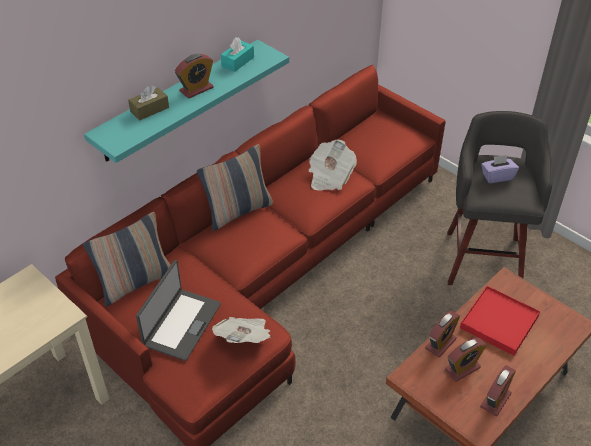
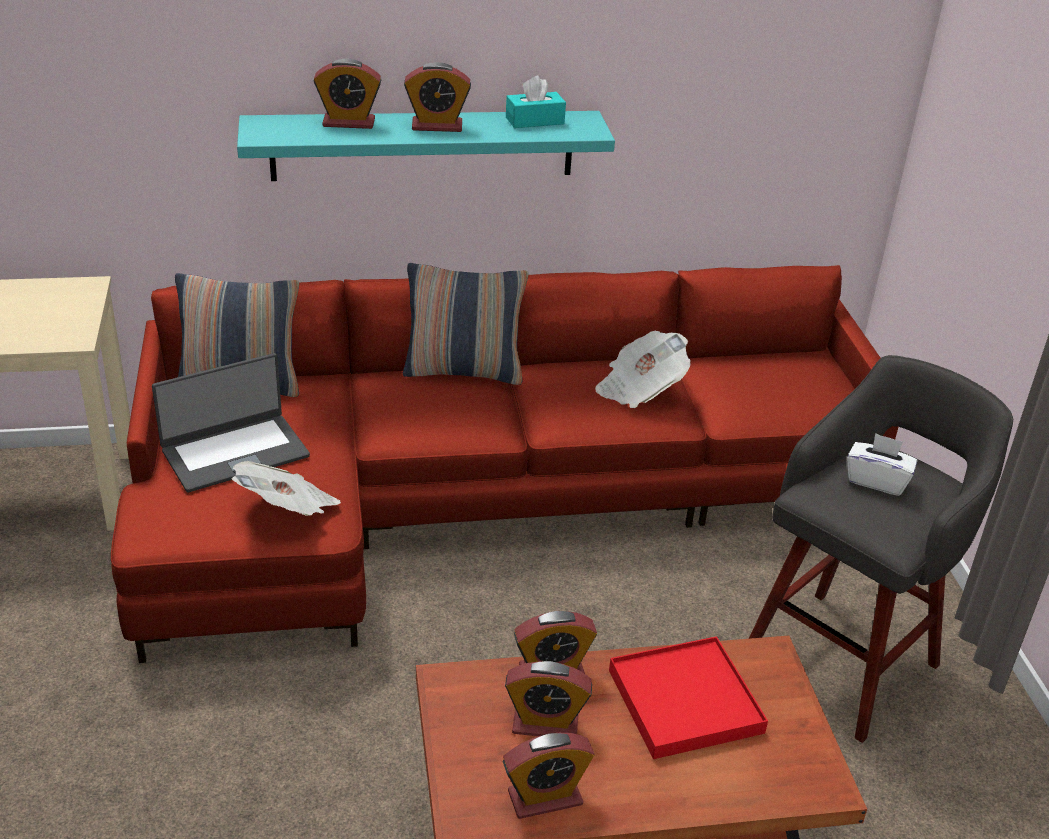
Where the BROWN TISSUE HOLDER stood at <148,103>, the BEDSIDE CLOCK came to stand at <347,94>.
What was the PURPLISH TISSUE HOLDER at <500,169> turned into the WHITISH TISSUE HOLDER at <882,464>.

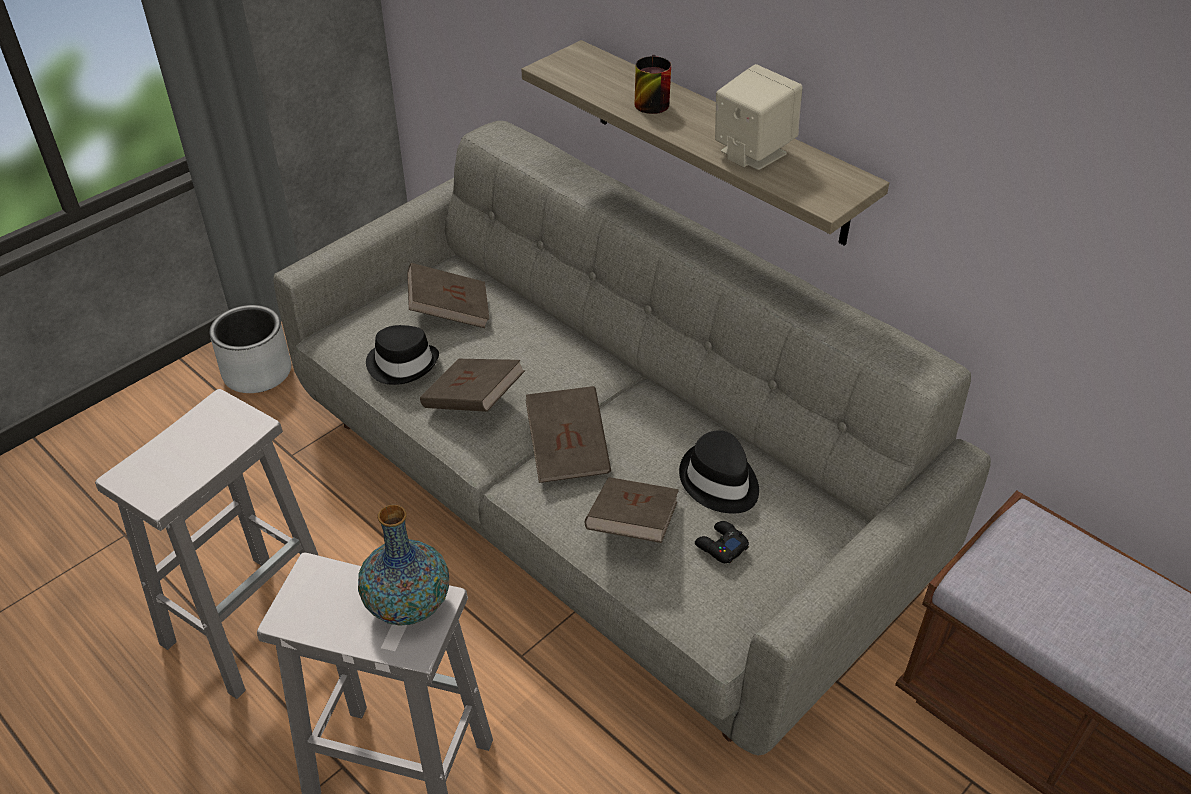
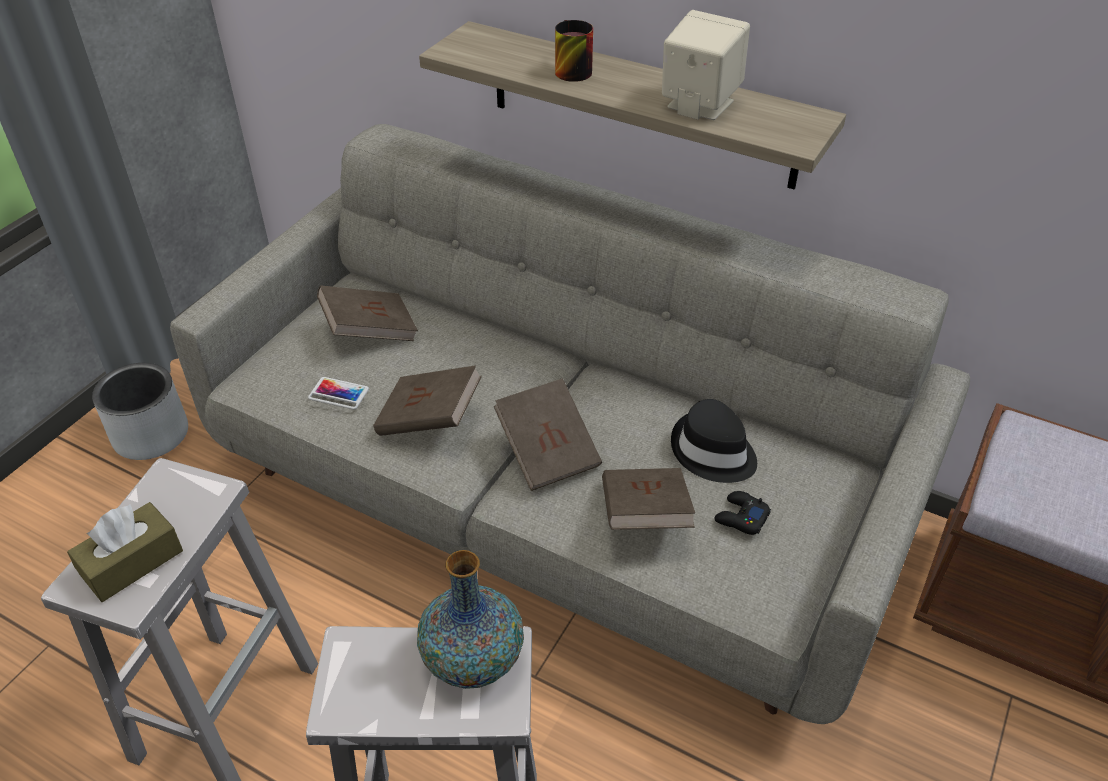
Where the BLACK-COLOURED CLOTHING HAT stood at <402,355>, the TELEPHONE came to stand at <338,393>.
The second view gained the BROWN TISSUE HOLDER at <125,552>.

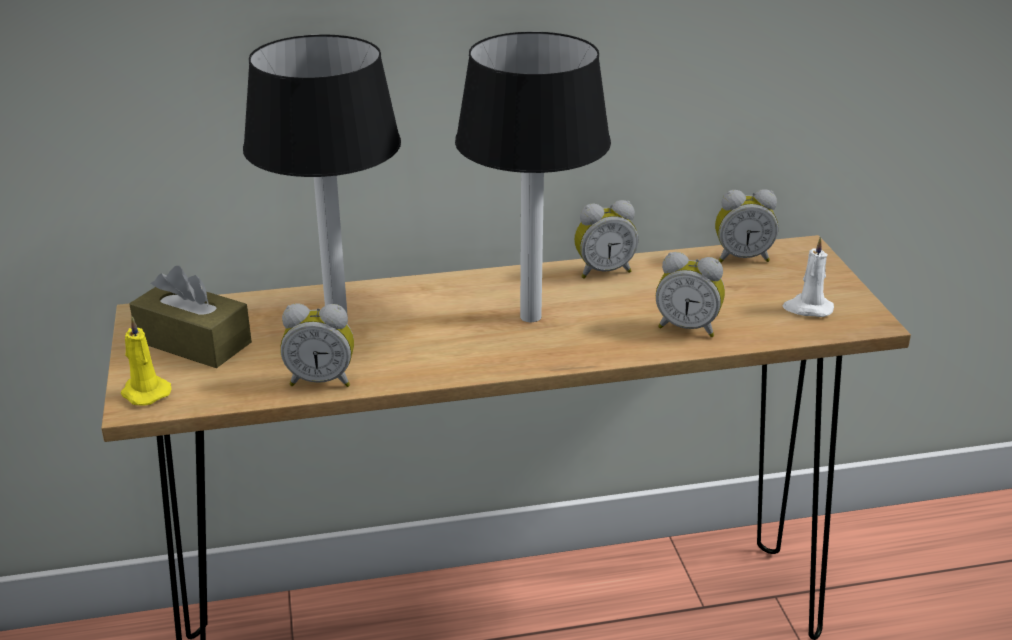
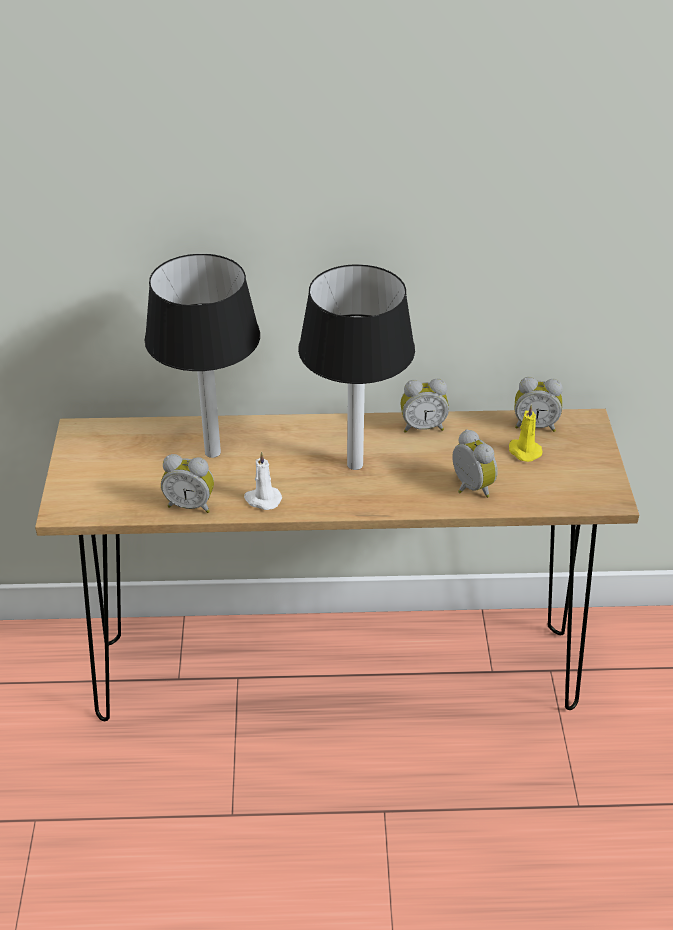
The YELLOW CANDLE ended up elsewhere, having gone from <146,361> to <526,433>.
The second view lost the BROWN TISSUE HOLDER at <190,317>.
The BEDSIDE CLOCK at <690,294> ended up facing another way, 150 degrees counterclockwise from before.
The WHITISH CANDLE ended up elsewhere, having gone from <808,277> to <263,481>.

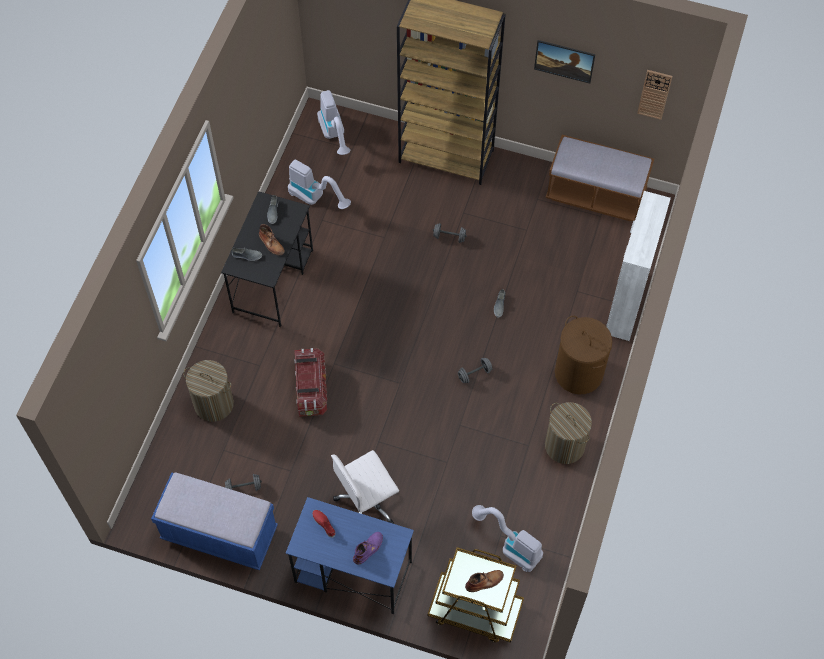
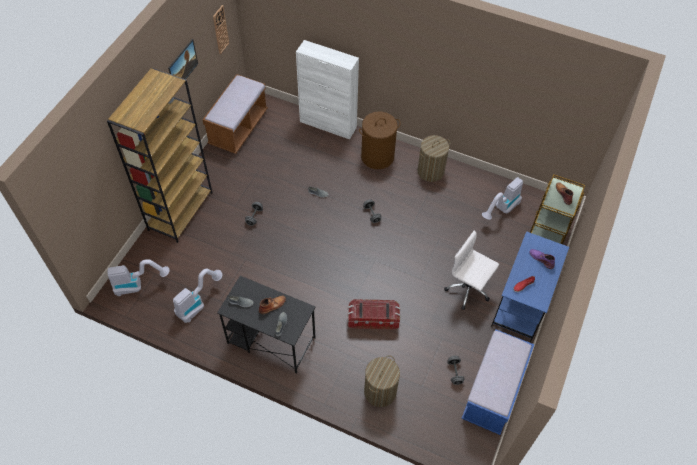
The WHITISH OFFICE CHAIR at <365,486> ended up facing another way, 150 degrees clockwise from before.

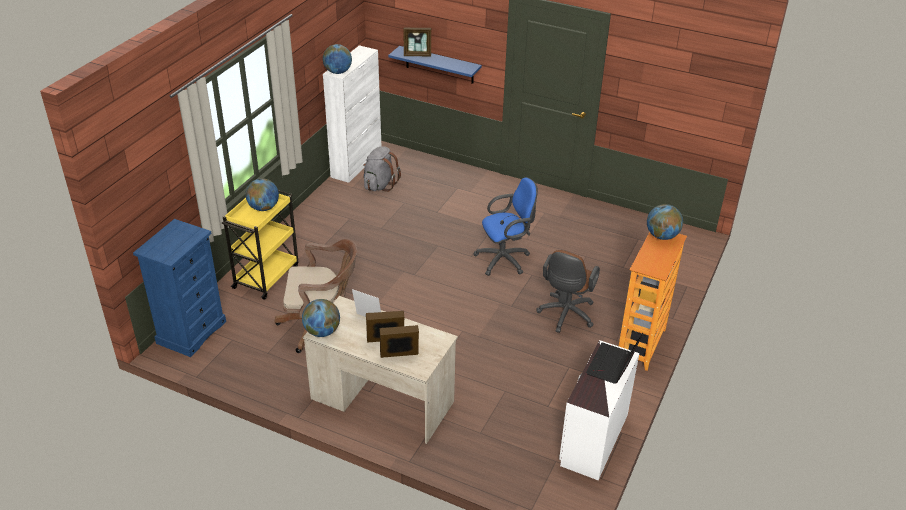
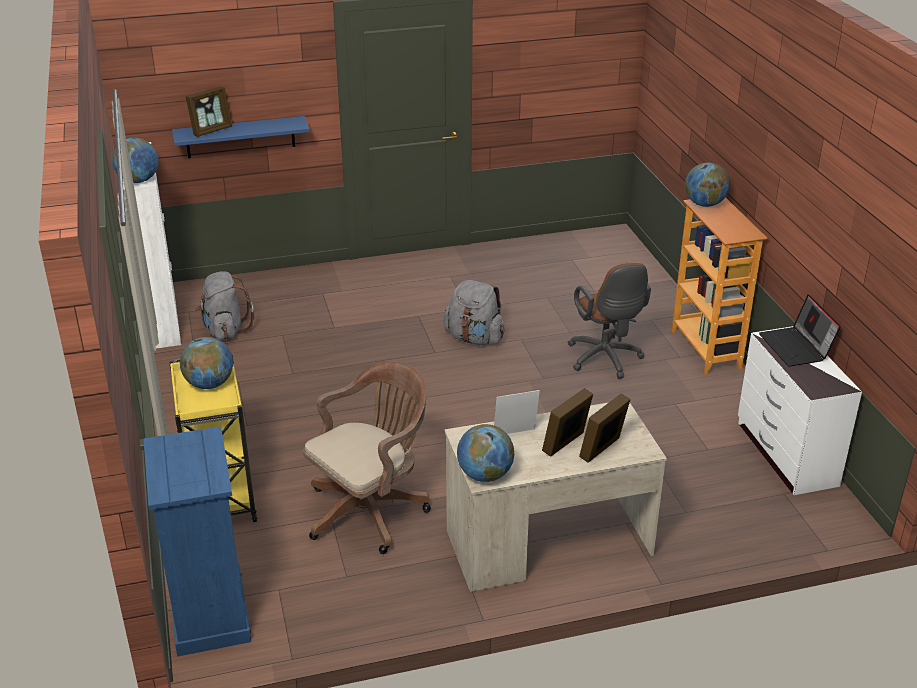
Where the BLUE OFFICE CHAIR stood at <506,226>, the GREYISH KNAPSACK came to stand at <474,312>.

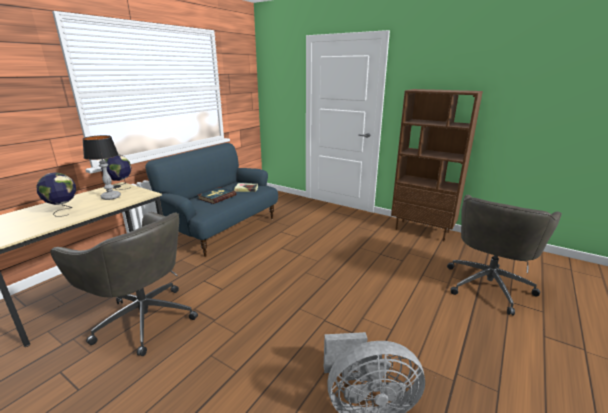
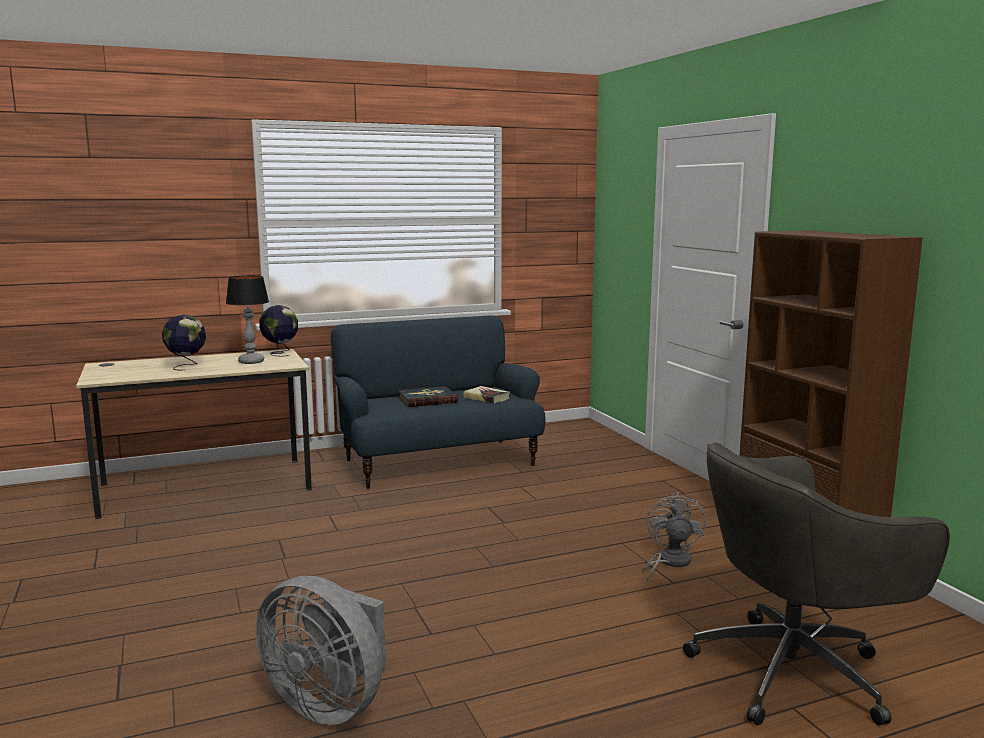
The second view lost the GREYISH OFFICE CHAIR at <124,284>.
The second view gained the GREYISH FAN at <674,536>.

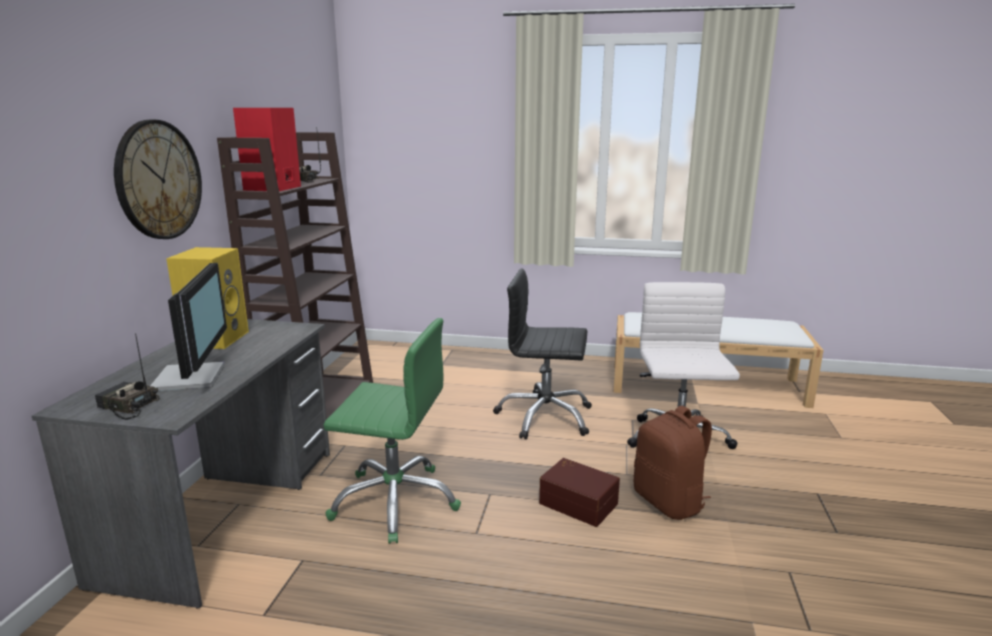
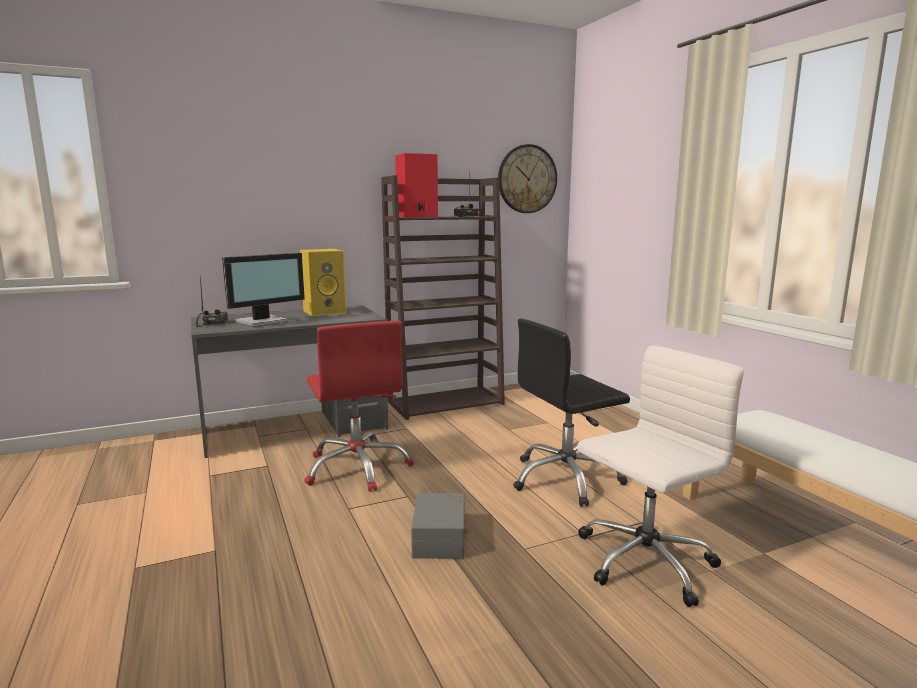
The CLOCK ON THE WALL ended up elsewhere, having gone from <158,179> to <527,178>.
What was the GREEN OFFICE CHAIR at <392,431> turned into the RED OFFICE CHAIR at <359,406>.
The BLACK-COLOURED OFFICE CHAIR at <542,354> ended up facing another way, 90 degrees counterclockwise from before.
What was the BROWN STORAGE BIN at <579,492> turned into the GREYISH STORAGE BIN at <440,526>.
The second view lost the BROWN KNAPSACK at <673,463>.

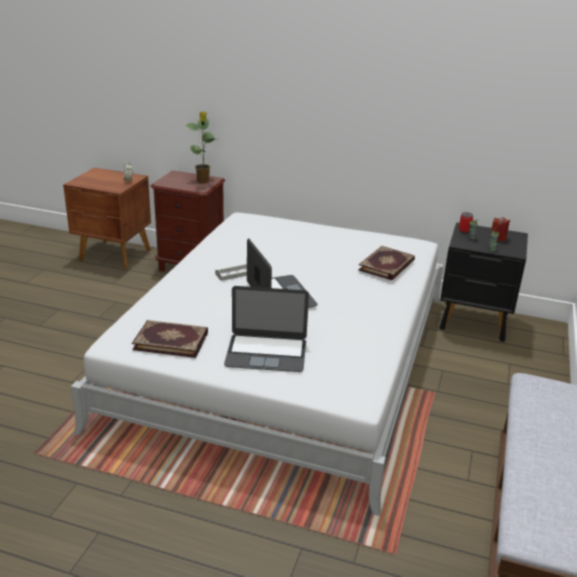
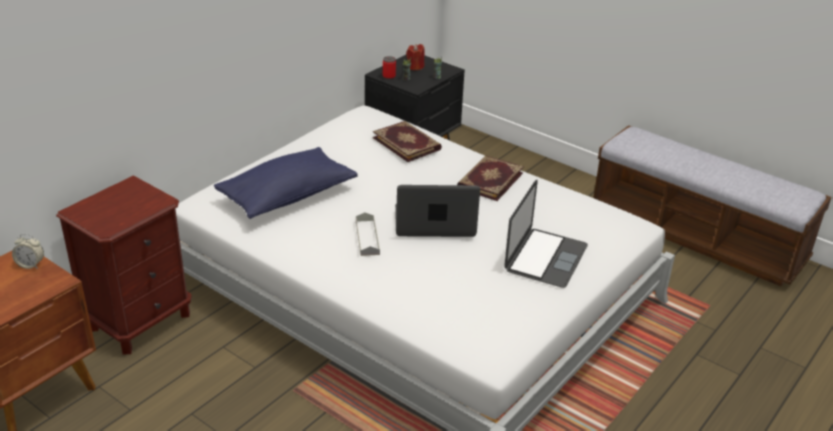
The VOLUME ended up elsewhere, having gone from <170,339> to <490,178>.
The second view lost the POTTED PLANT at <201,147>.
The second view gained the BLUE THROW PILLOW at <286,183>.

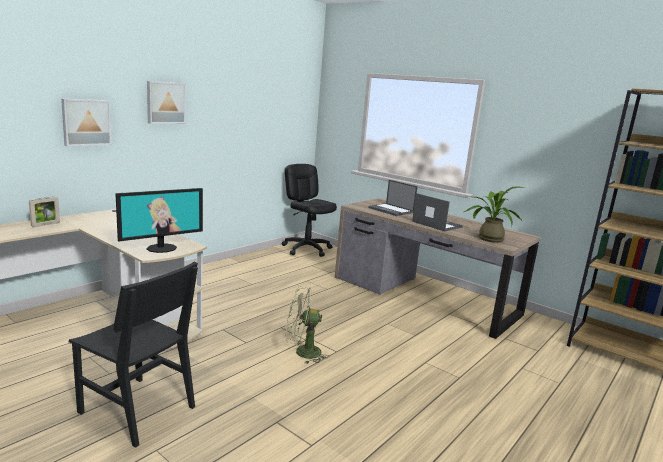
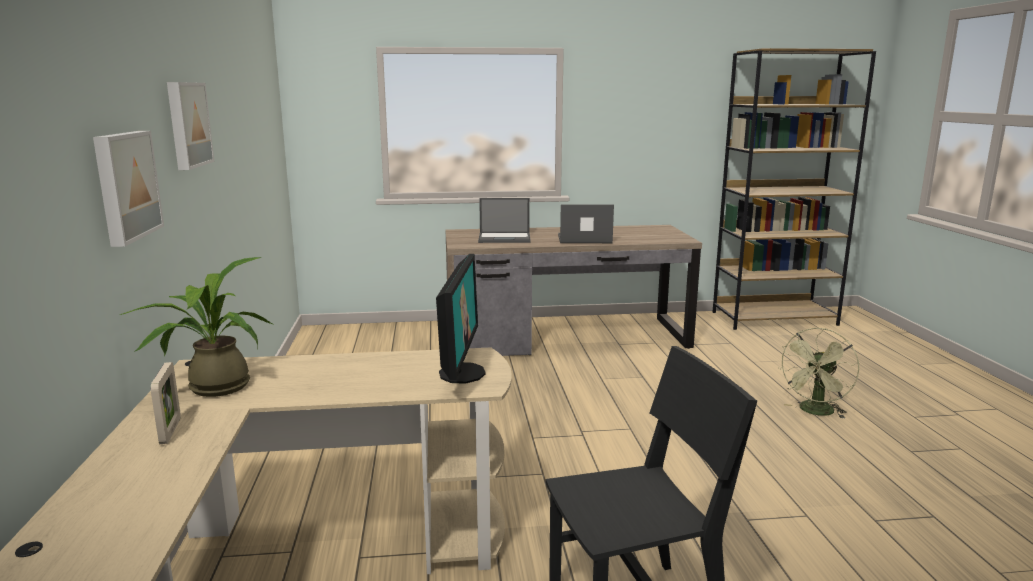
The second view lost the BLACK-COLOURED OFFICE CHAIR at <309,210>.
The GREEN FAN ended up elsewhere, having gone from <307,325> to <819,373>.
The POTTED PLANT ended up elsewhere, having gone from <494,214> to <197,327>.

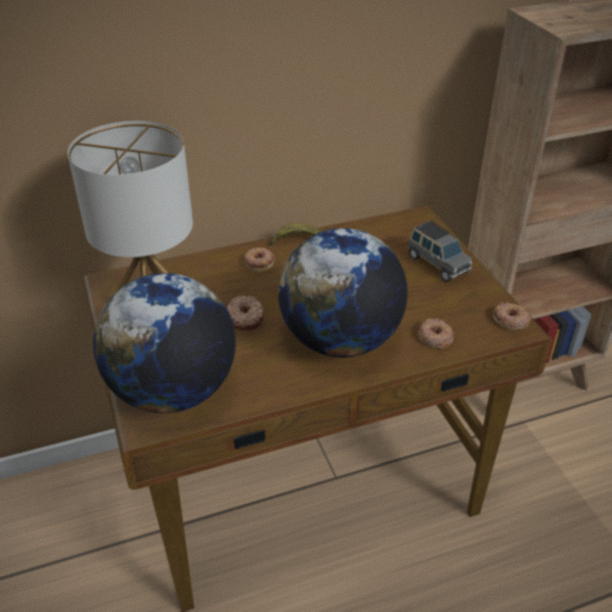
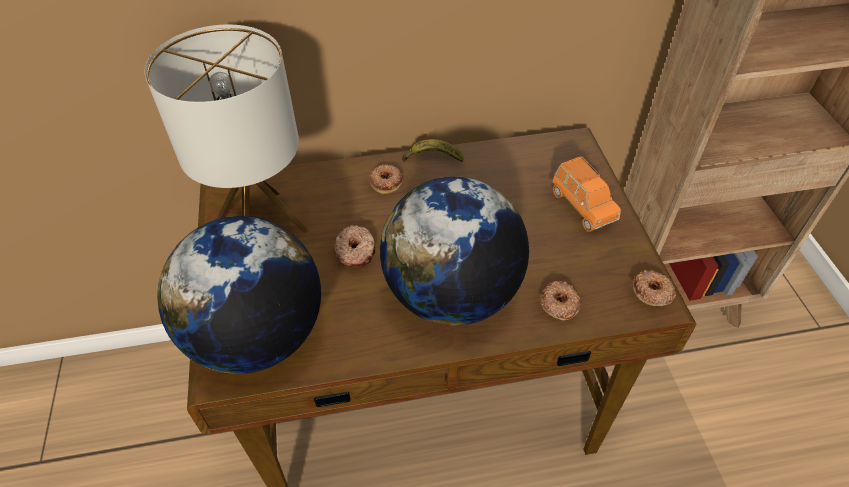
What was the GREYISH MINIATURE CAR at <440,251> turned into the ORANGEY MINIATURE CAR at <586,194>.

